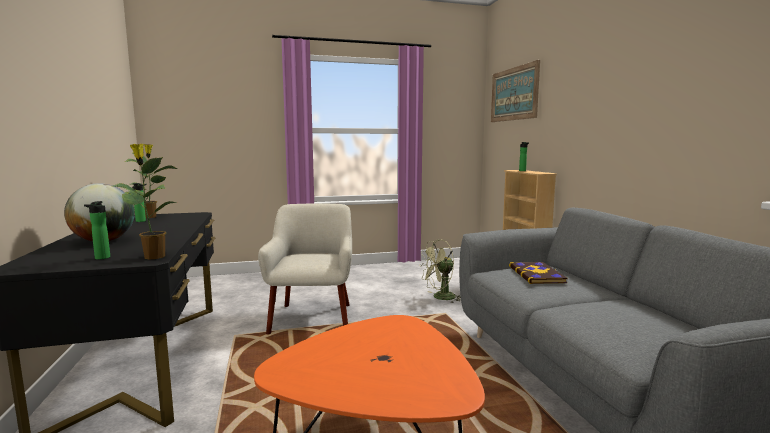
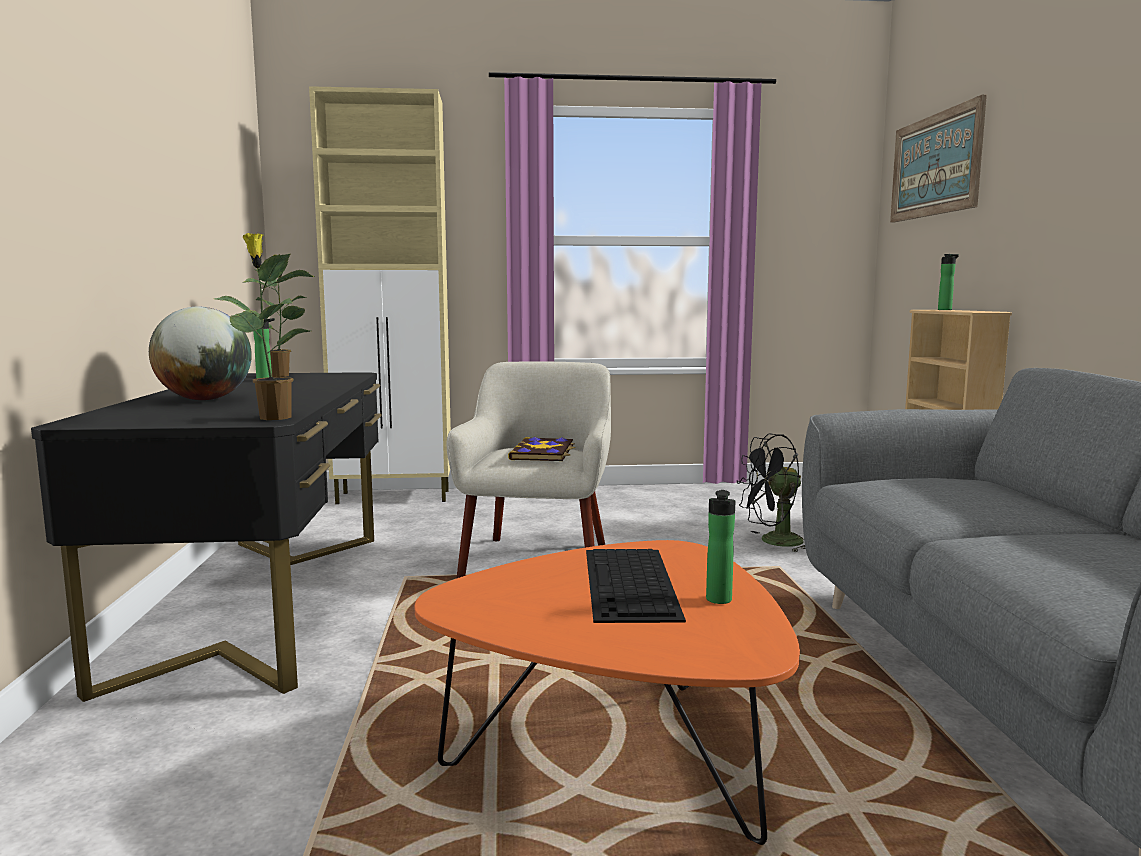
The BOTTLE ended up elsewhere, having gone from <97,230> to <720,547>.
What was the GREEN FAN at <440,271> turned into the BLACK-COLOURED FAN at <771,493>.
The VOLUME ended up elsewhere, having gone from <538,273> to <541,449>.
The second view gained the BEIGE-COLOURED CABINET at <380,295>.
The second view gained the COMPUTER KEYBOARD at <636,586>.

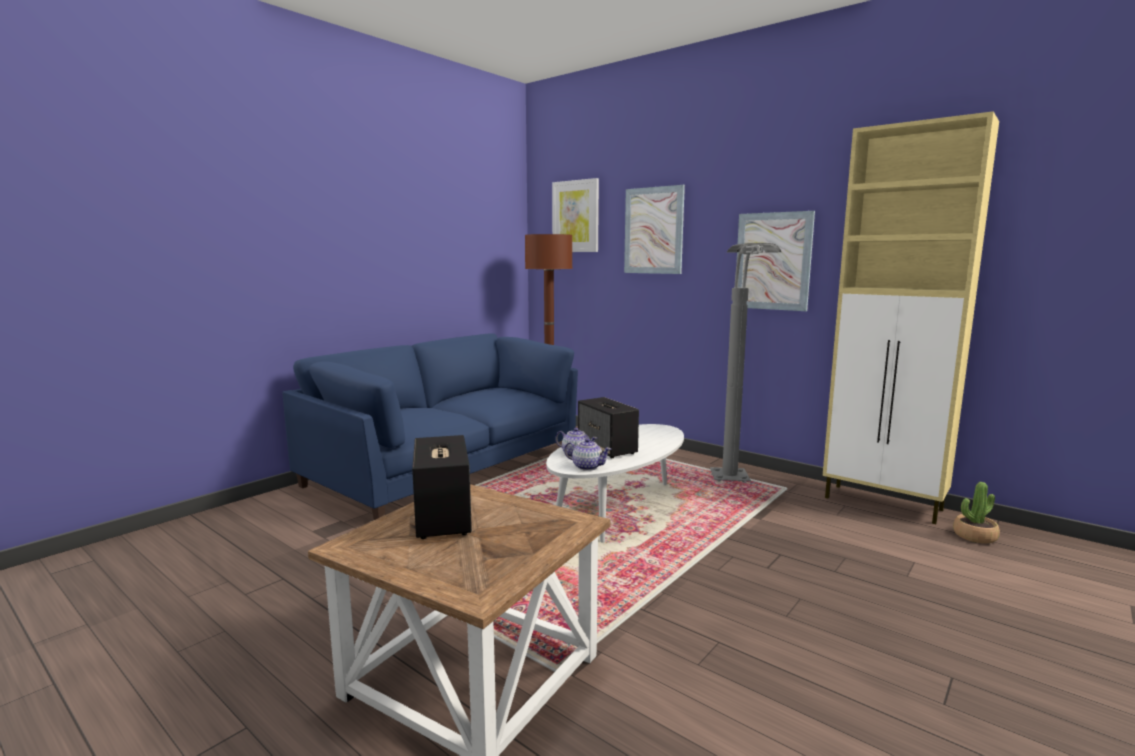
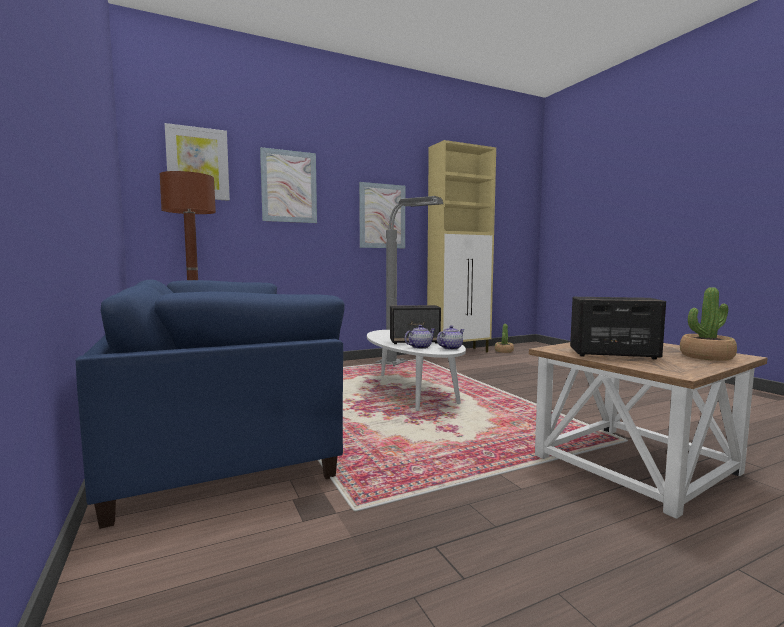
The second view gained the POTTED PLANT at <708,324>.

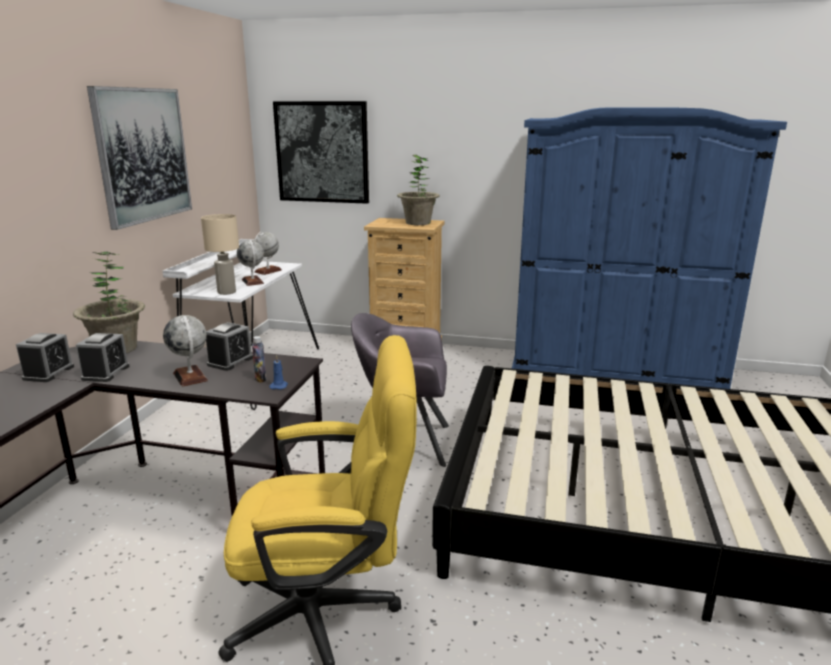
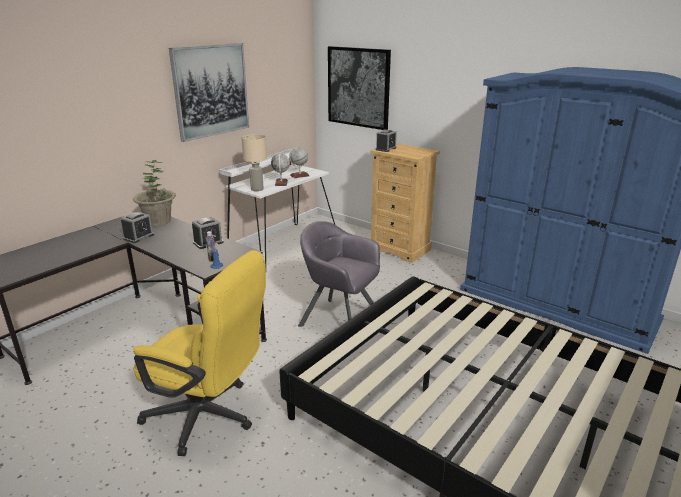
The BEDSIDE CLOCK ended up elsewhere, having gone from <45,357> to <386,140>.
The second view lost the WORLD GLOBE at <185,351>.
The second view lost the POTTED PLANT at <418,190>.

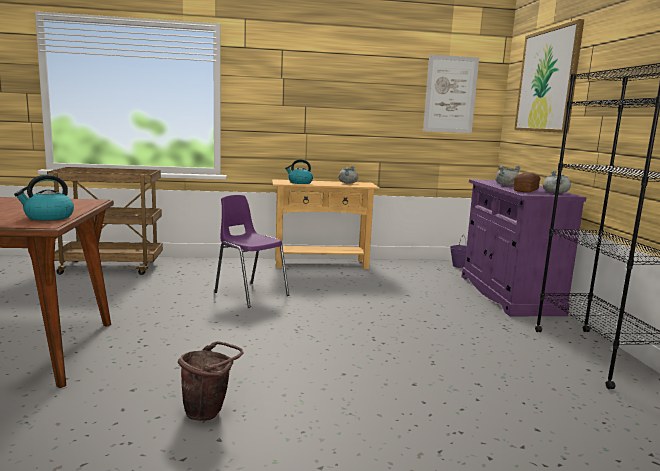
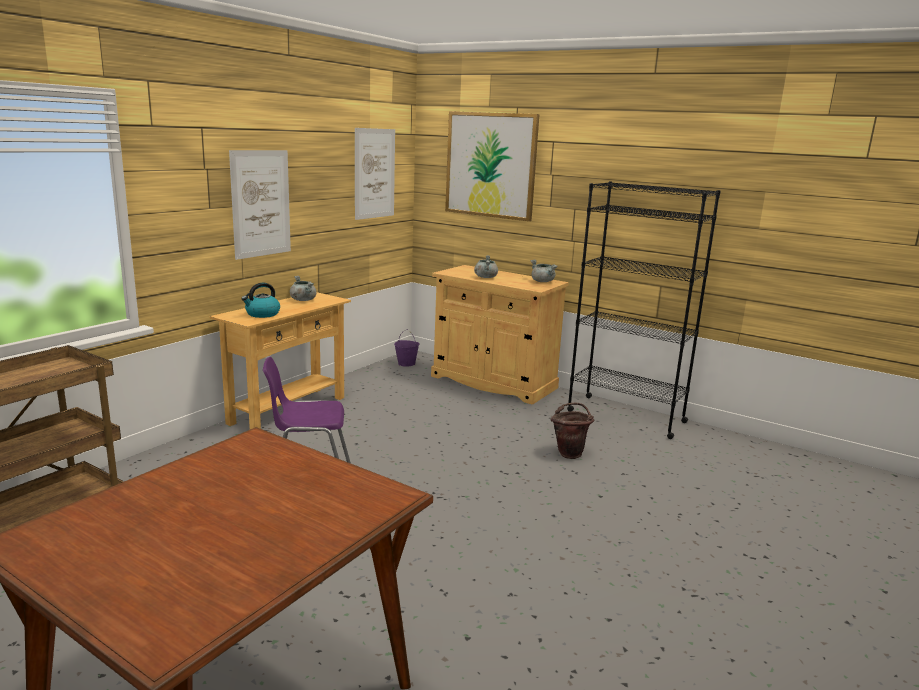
The second view lost the KETTLE at <44,198>.
The BROWN PAIL ended up elsewhere, having gone from <210,381> to <572,431>.
What was the PURPLISH CABINET at <524,247> turned into the BEIGE-COLOURED CABINET at <500,335>.
The second view lost the BAKERY BREAD at <527,182>.
The second view gained the WALL ART at <260,205>.

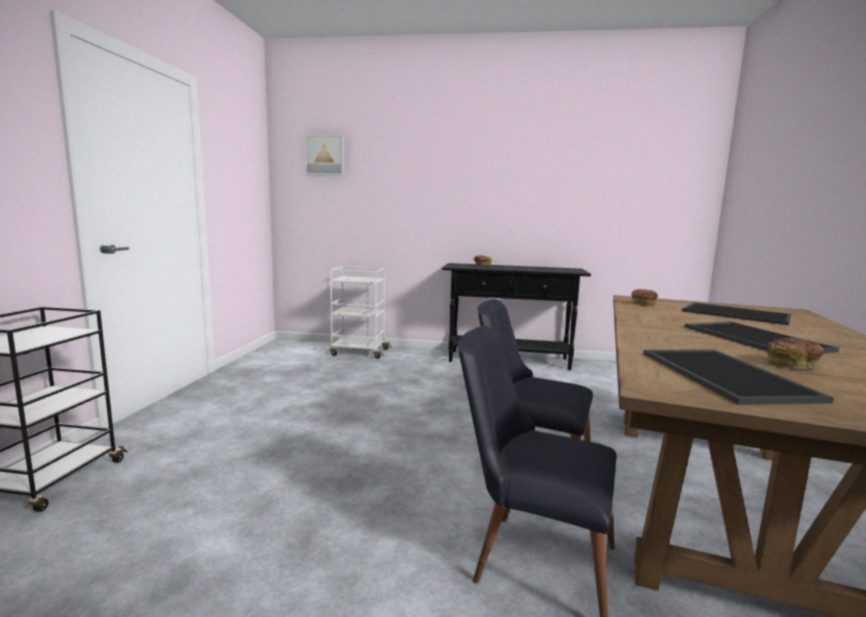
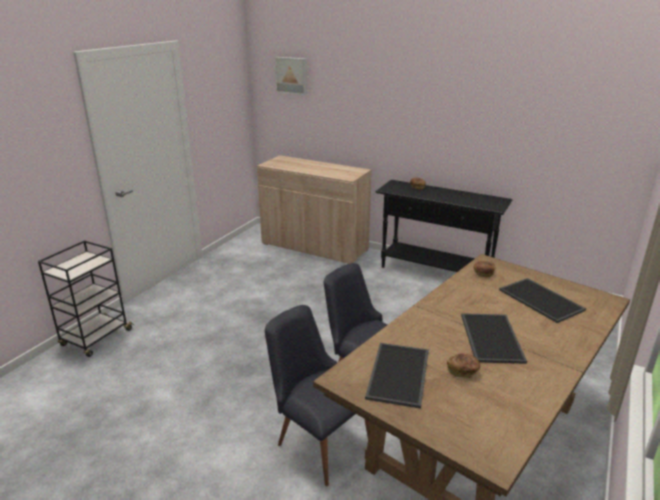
Where the WHITISH TROLLEY stood at <360,312>, the BEIGE-COLOURED CABINET came to stand at <314,209>.

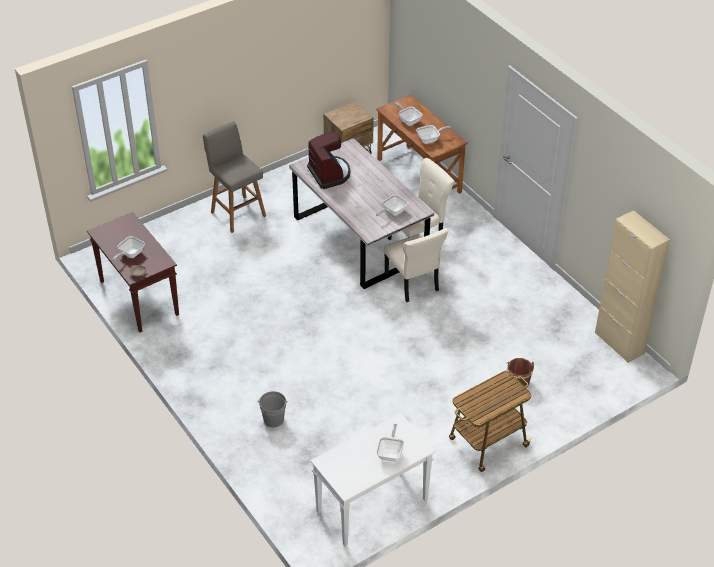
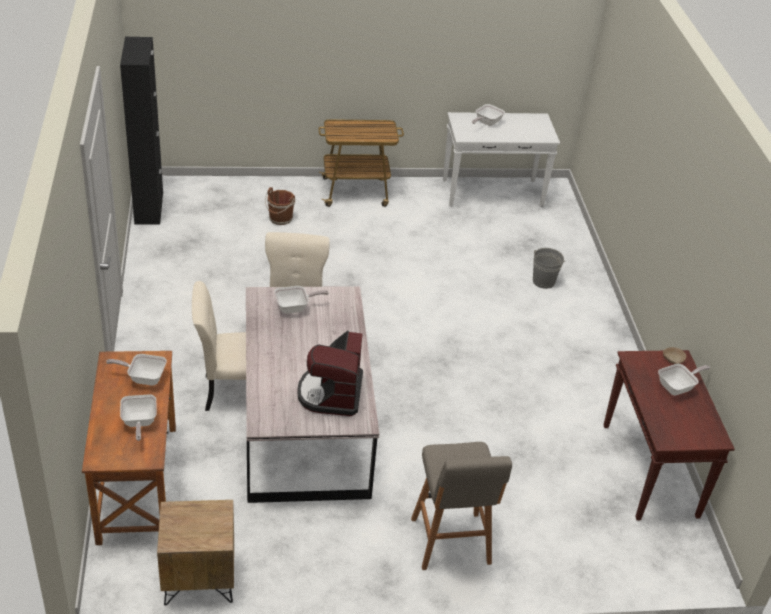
What was the BEIGE-COLOURED CABINET at <632,286> turned into the BLACK-COLOURED CABINET at <141,130>.

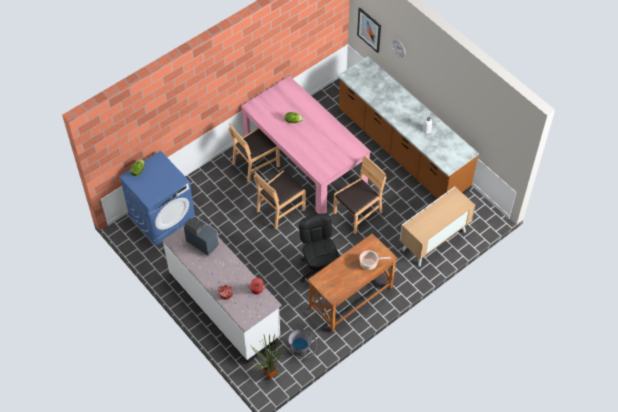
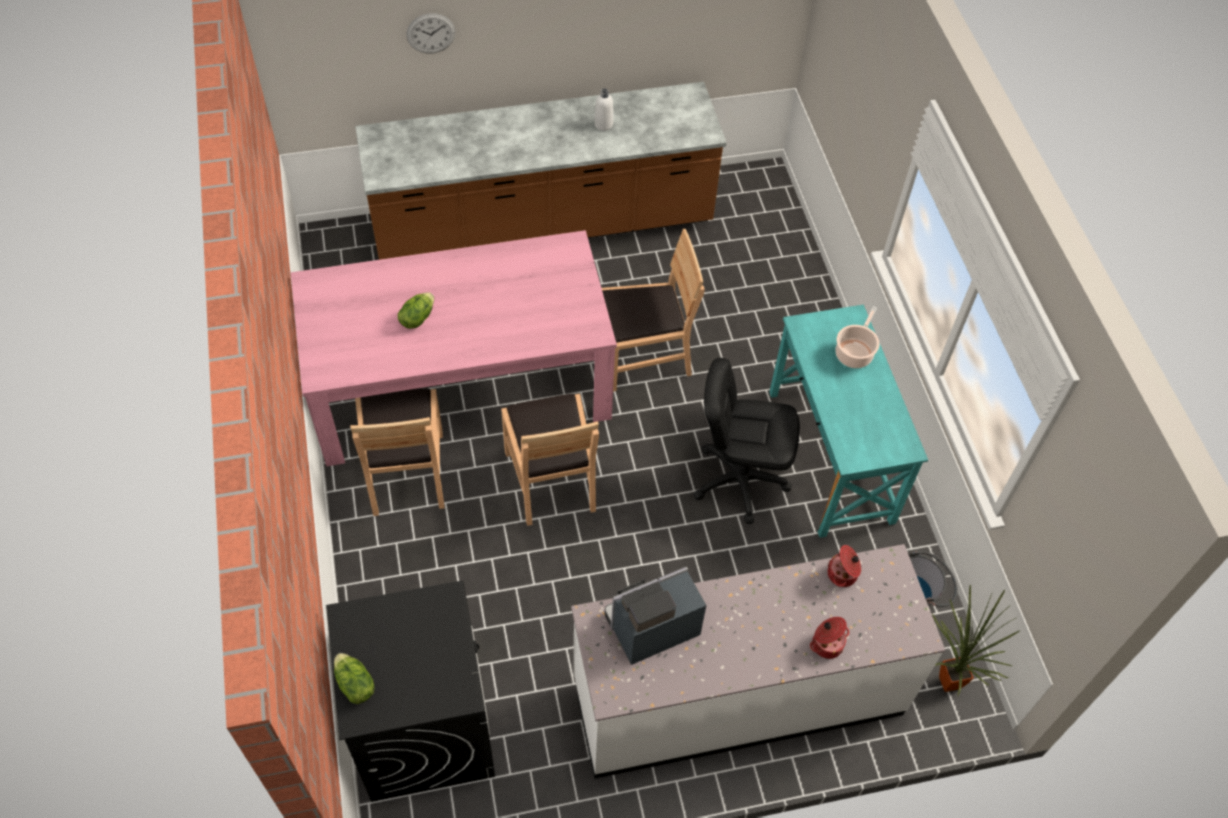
What was the BLUE LAUNDRY MACHINE at <157,198> turned into the BLACK-COLOURED LAUNDRY MACHINE at <410,691>.
What was the BROWN DESK TABLE at <353,282> turned into the TURQUOISE DESK TABLE at <848,421>.
The BROWN CHAIR at <359,194> ended up facing another way, 90 degrees clockwise from before.
The second view lost the WALL ART at <369,30>.
The second view lost the CABINET at <437,226>.

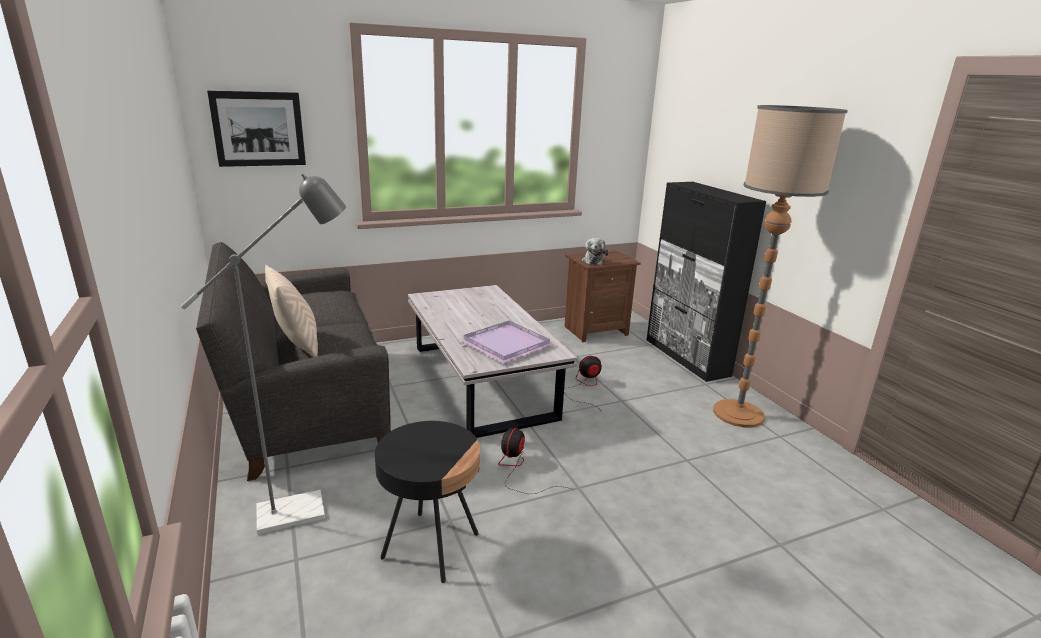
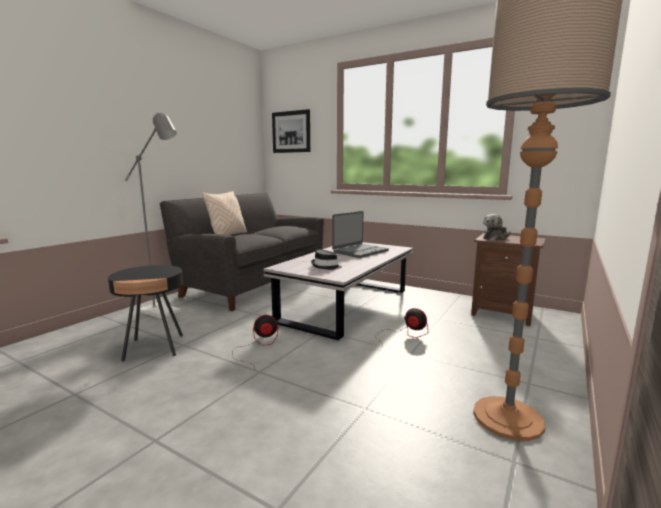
Where the PURPLISH SERVING TRAY stood at <506,342>, the BLACK-COLOURED CLOTHING HAT came to stand at <326,259>.
The second view lost the BLACK-COLOURED CABINET at <706,282>.
The second view gained the PORTABLE COMPUTER at <360,234>.

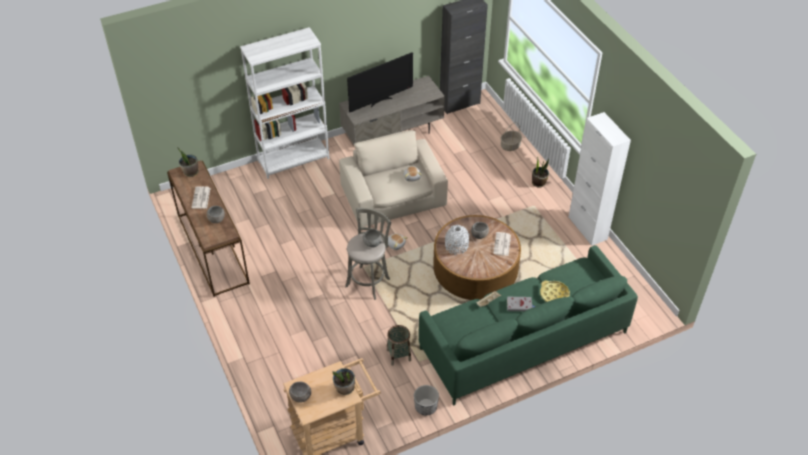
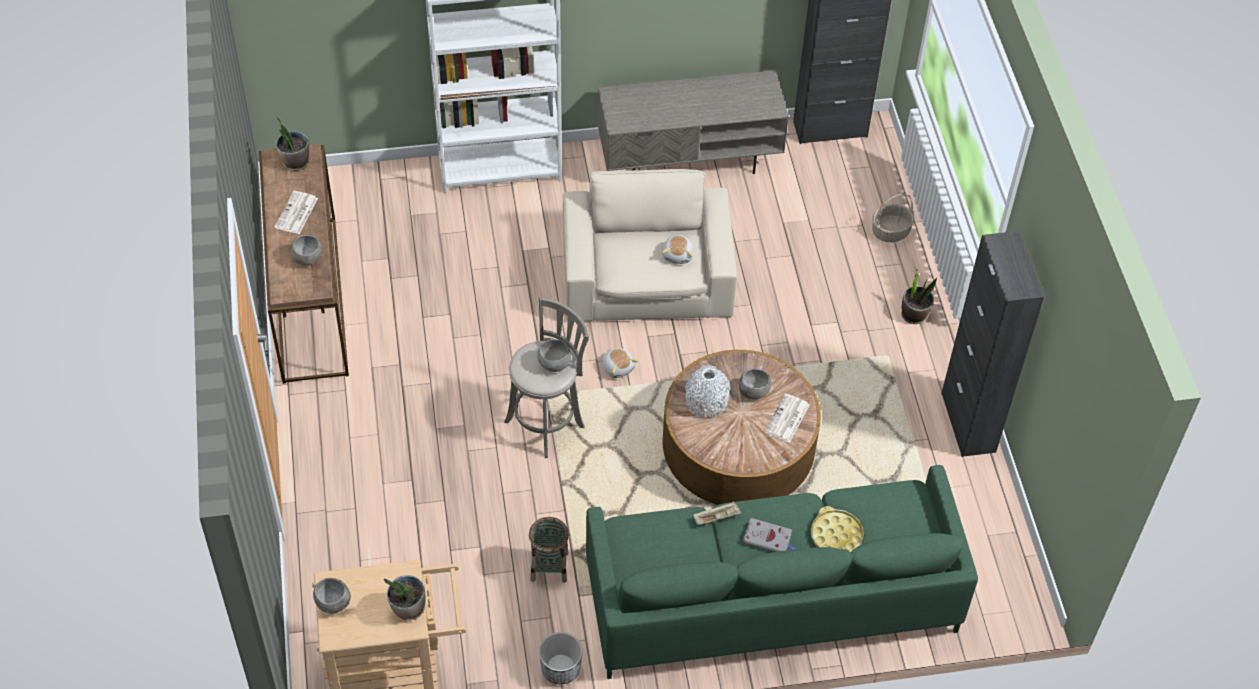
The second view lost the TV SET at <380,82>.
What was the WHITISH CABINET at <599,179> turned into the BLACK-COLOURED CABINET at <992,344>.

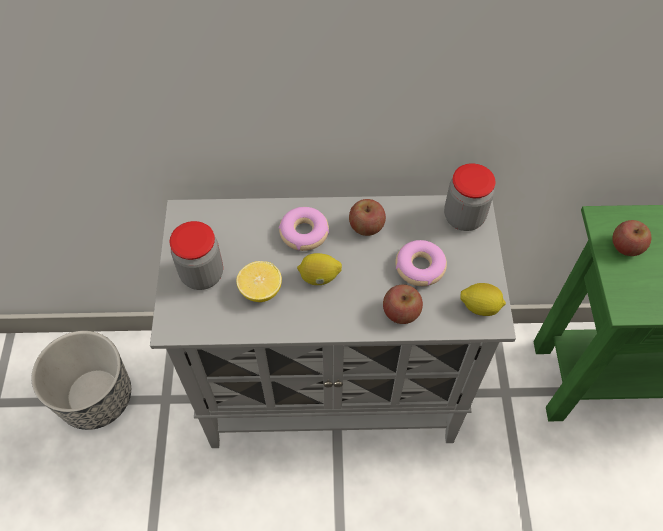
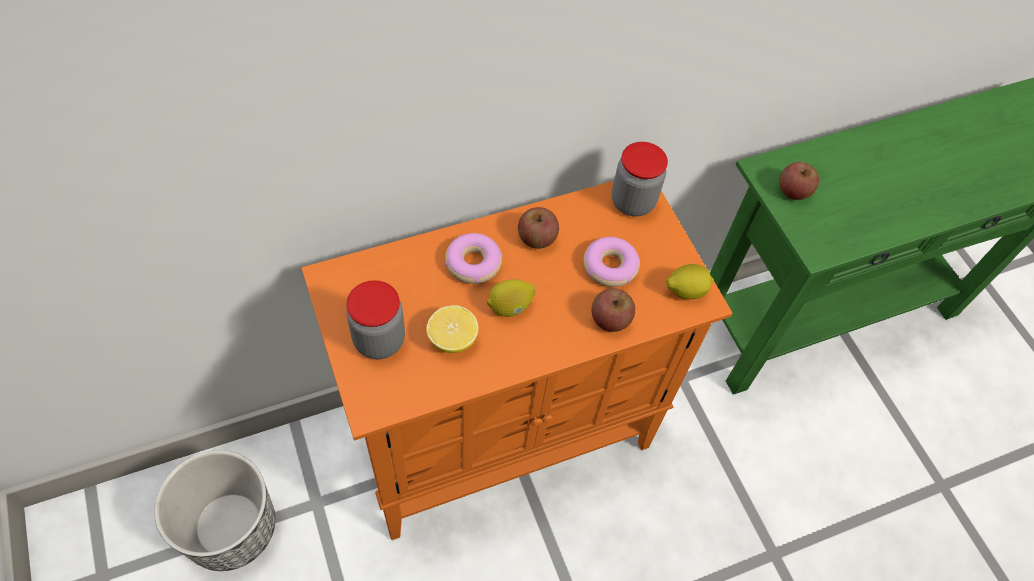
What was the GREYISH CABINET at <333,321> turned into the ORANGEY CABINET at <516,360>.

